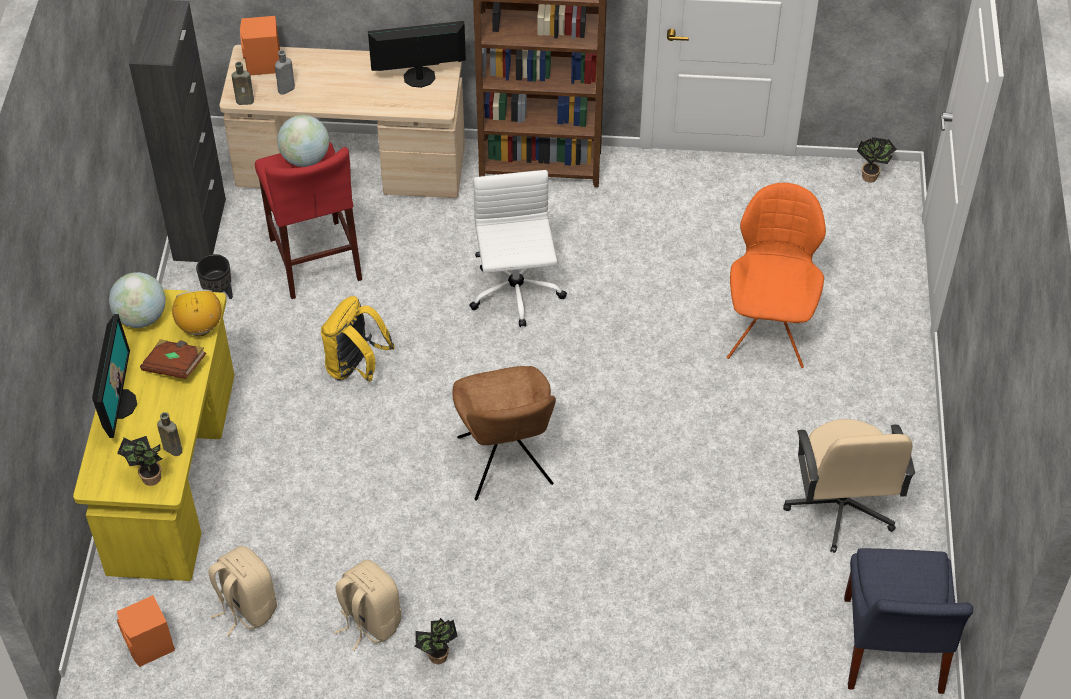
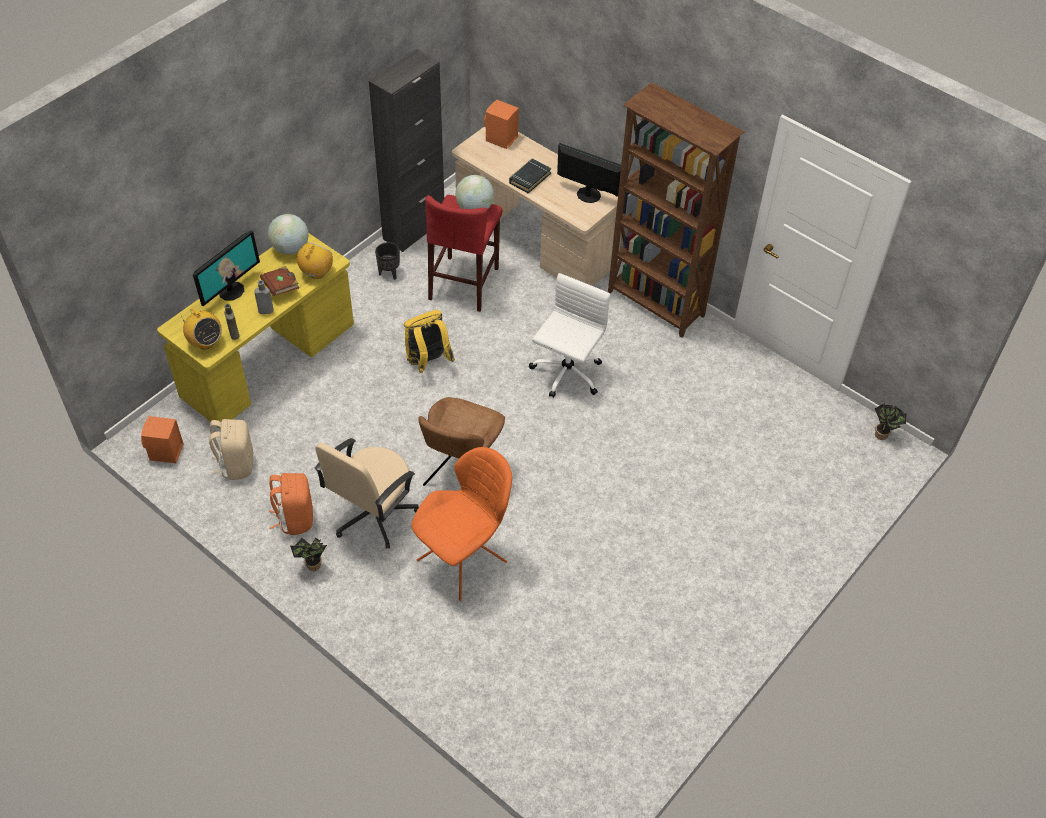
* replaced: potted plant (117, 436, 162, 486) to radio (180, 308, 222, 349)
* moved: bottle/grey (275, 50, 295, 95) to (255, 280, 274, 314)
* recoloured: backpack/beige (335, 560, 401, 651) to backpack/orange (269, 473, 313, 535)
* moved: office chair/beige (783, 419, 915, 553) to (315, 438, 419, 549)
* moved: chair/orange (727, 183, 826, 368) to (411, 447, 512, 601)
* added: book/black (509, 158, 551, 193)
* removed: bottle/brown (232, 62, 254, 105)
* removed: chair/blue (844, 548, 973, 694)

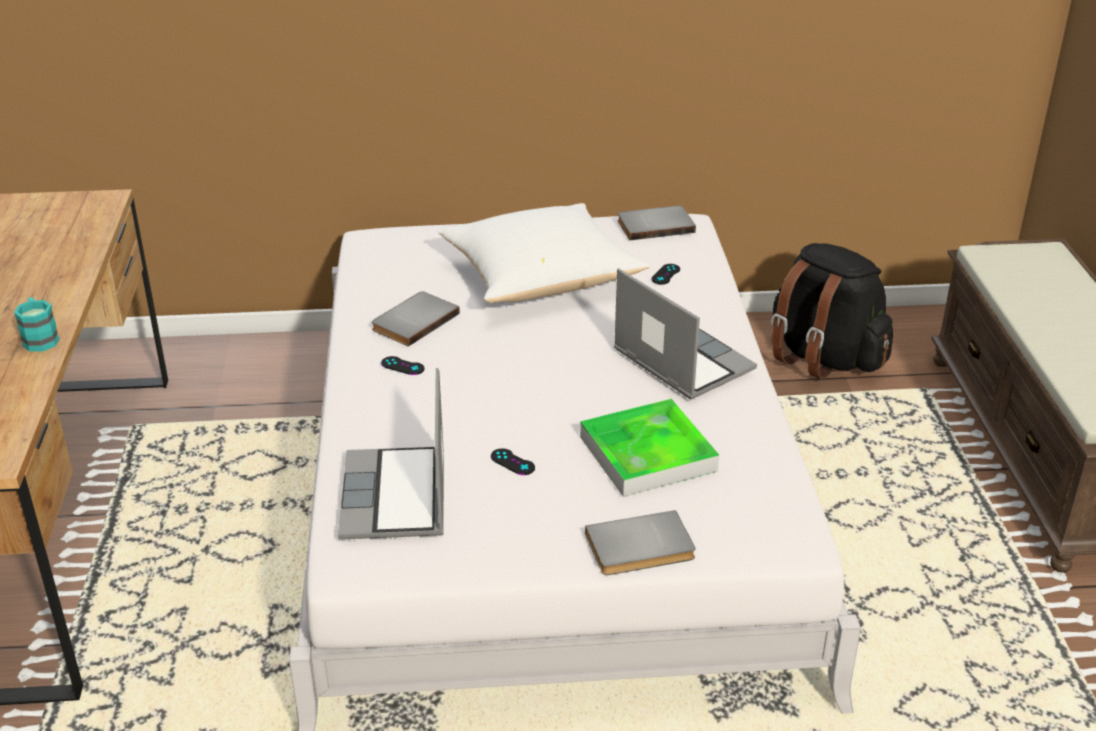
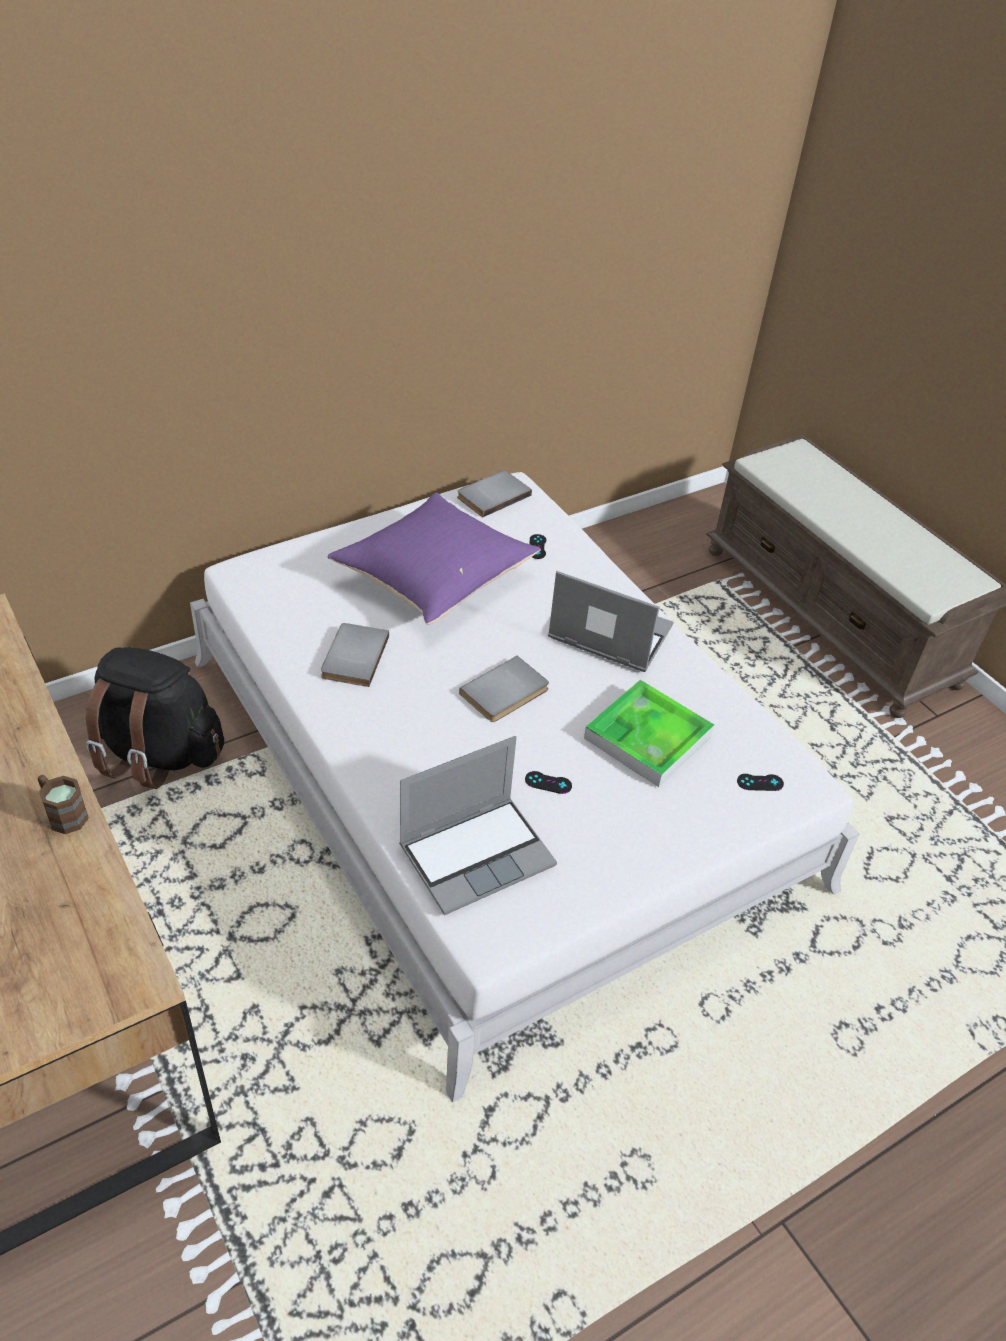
* recoloured: mug/turquoise (14, 297, 60, 352) to mug/brown (38, 775, 89, 834)
* moved: backpack/black (771, 243, 893, 379) to (86, 647, 224, 789)
* recoloured: pillow/white (438, 203, 650, 303) to pillow/purple (328, 493, 541, 625)
* turned: laptop (338, 368, 444, 540) = (399, 736, 557, 915) 90 degrees counterclockwise
* moved: book/grey (585, 510, 695, 575) to (459, 656, 549, 722)
* moved: game controller/black (381, 356, 425, 375) to (737, 774, 784, 791)

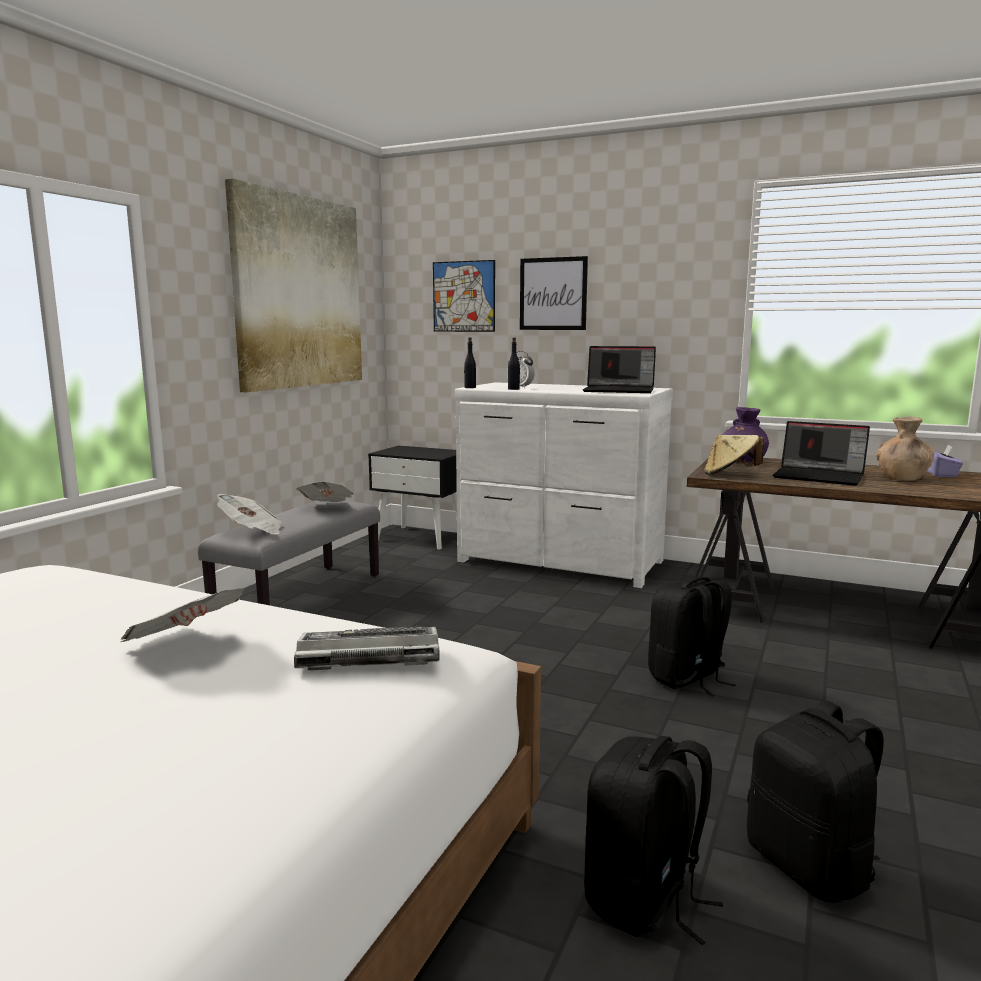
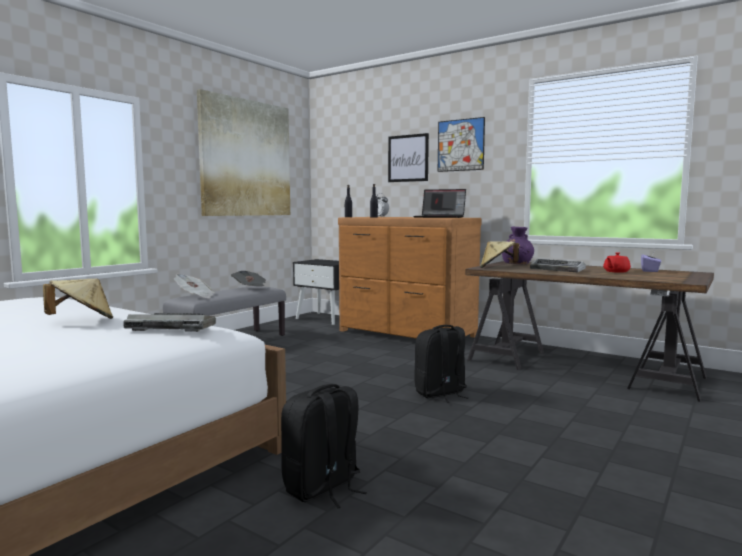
* replaced: newspaper (121, 588, 245, 642) to hat/beige (43, 279, 113, 319)
* recoloured: dresser/white (455, 382, 673, 588) to dresser/brown (338, 217, 482, 338)
* moved: picture (433, 260, 495, 332) to (438, 117, 485, 172)
* replaced: laptop (773, 421, 870, 486) to keyboard (530, 259, 586, 273)
* replaced: vase/brown (876, 416, 934, 481) to teapot/red (603, 252, 631, 273)
* removed: backpack/black (747, 700, 884, 902)

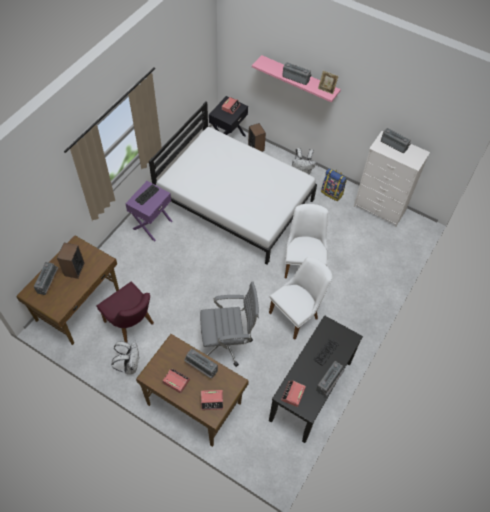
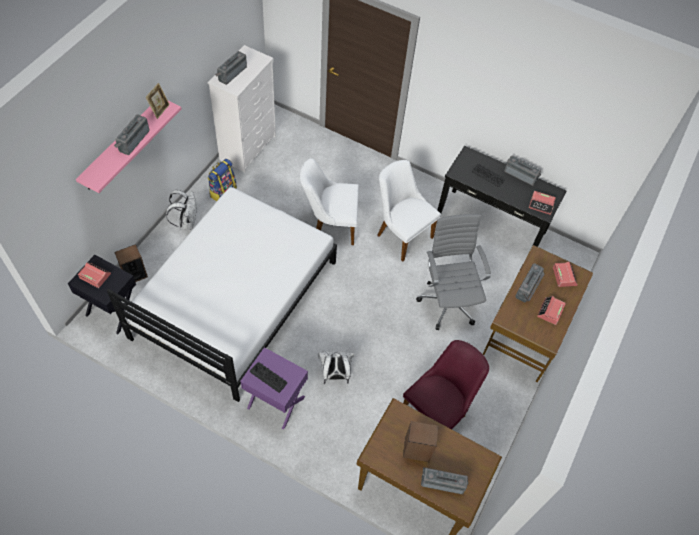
* moved: backpack/white (111, 341, 140, 374) to (318, 351, 354, 384)

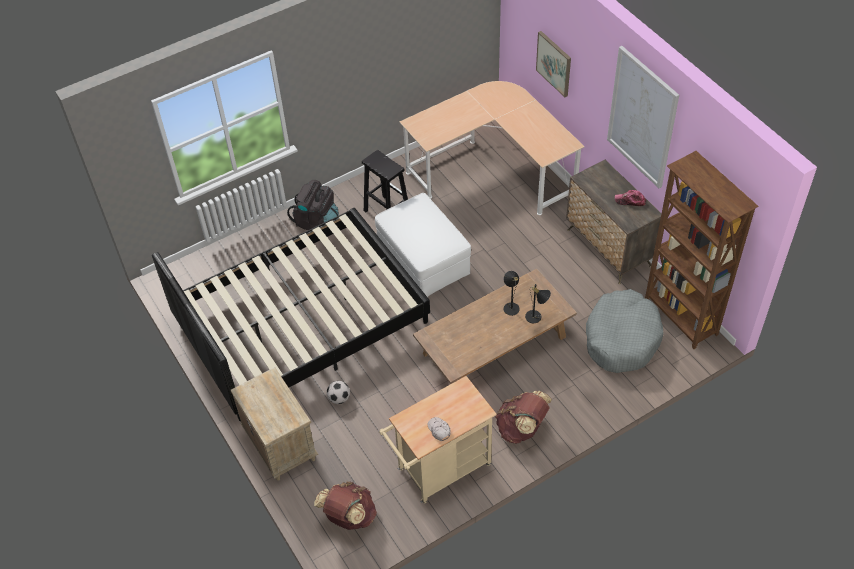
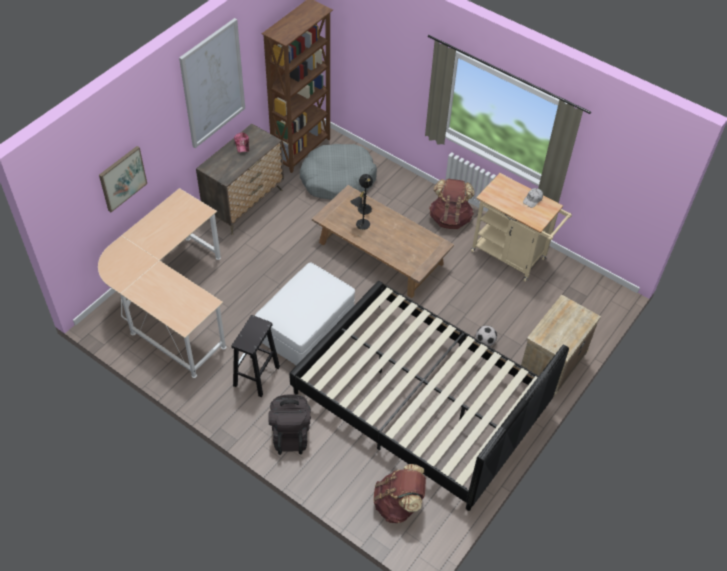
* moved: backpack/brown (314, 481, 377, 530) to (373, 464, 426, 523)

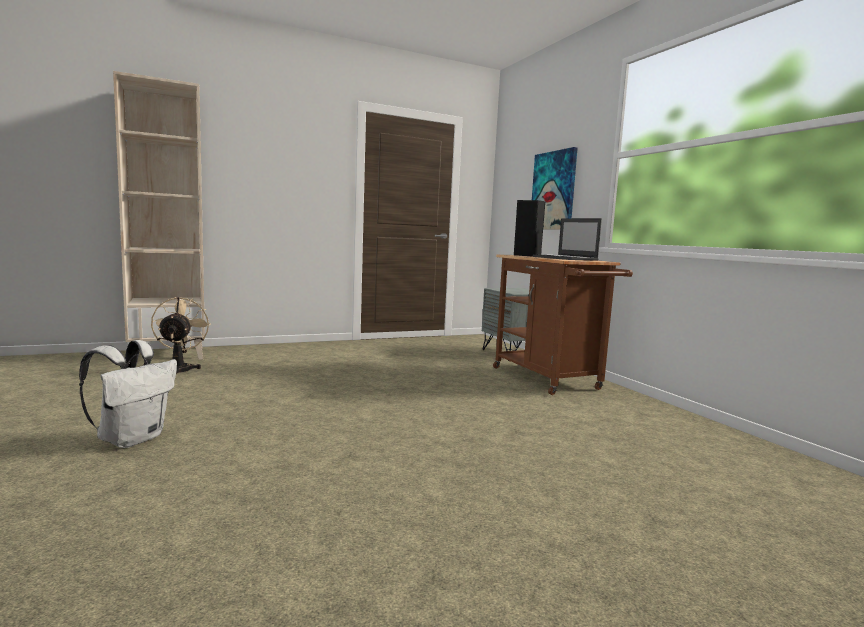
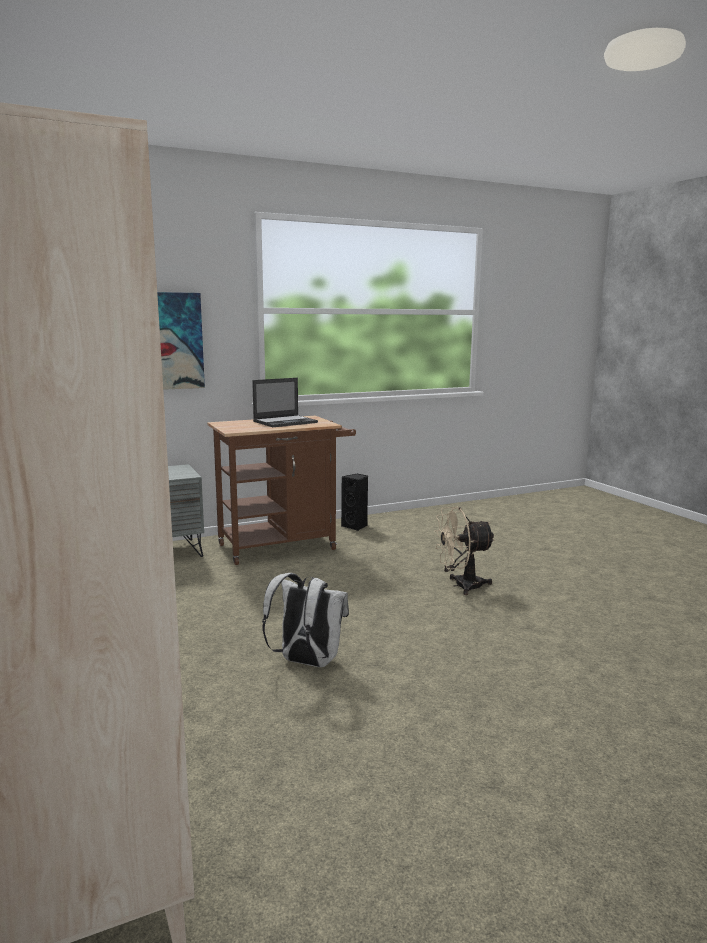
* moved: backpack/white (79, 340, 177, 448) to (262, 573, 349, 667)
* moved: speaker/black (514, 200, 545, 256) to (341, 474, 368, 531)
* moved: fan/beige (151, 297, 210, 374) to (434, 506, 495, 595)

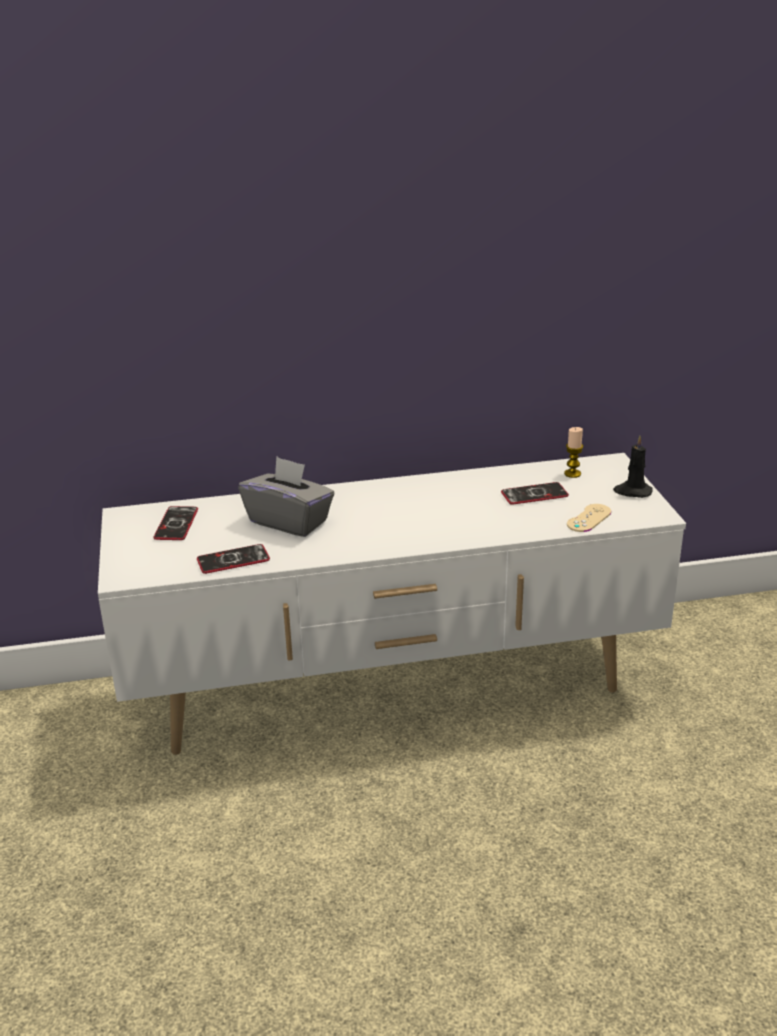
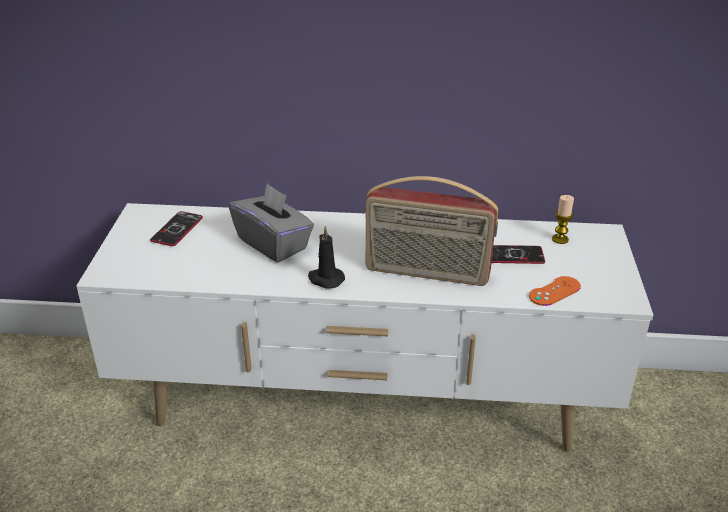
* moved: candle/black (613, 436, 653, 498) to (308, 226, 345, 289)
* added: radio (365, 176, 498, 286)
* recoloured: game controller/beige (567, 504, 611, 532) to game controller/orange (529, 276, 581, 306)
* removed: phone (197, 544, 270, 574)

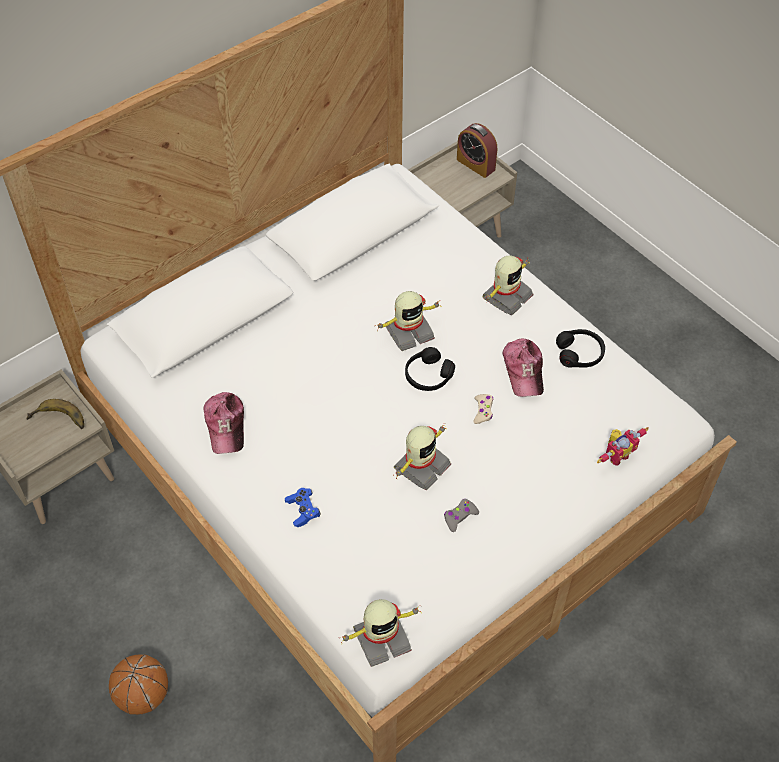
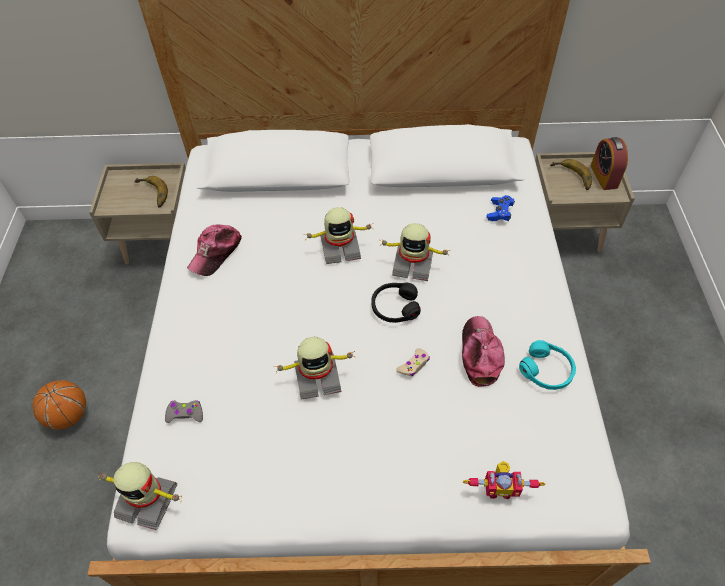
* moved: game controller/grey (444, 499, 479, 532) to (165, 400, 203, 423)
* moved: toy robot (482, 255, 534, 315) to (305, 207, 374, 264)
* turned: cap (503, 339, 544, 397) = (462, 316, 505, 387) 150 degrees clockwise
* moved: game controller/blue (285, 488, 321, 527) to (486, 195, 515, 221)
* recoloured: headphones/black (556, 329, 605, 368) to headphones/turquoise (519, 340, 576, 390)
* added: banana (550, 159, 592, 190)

